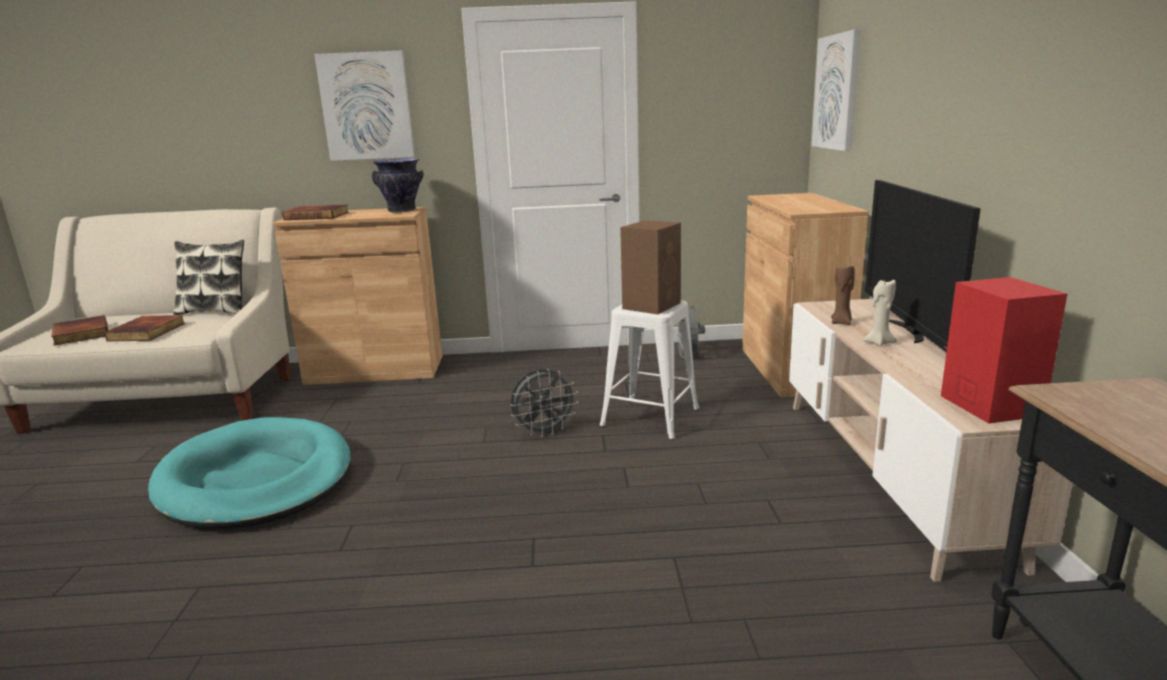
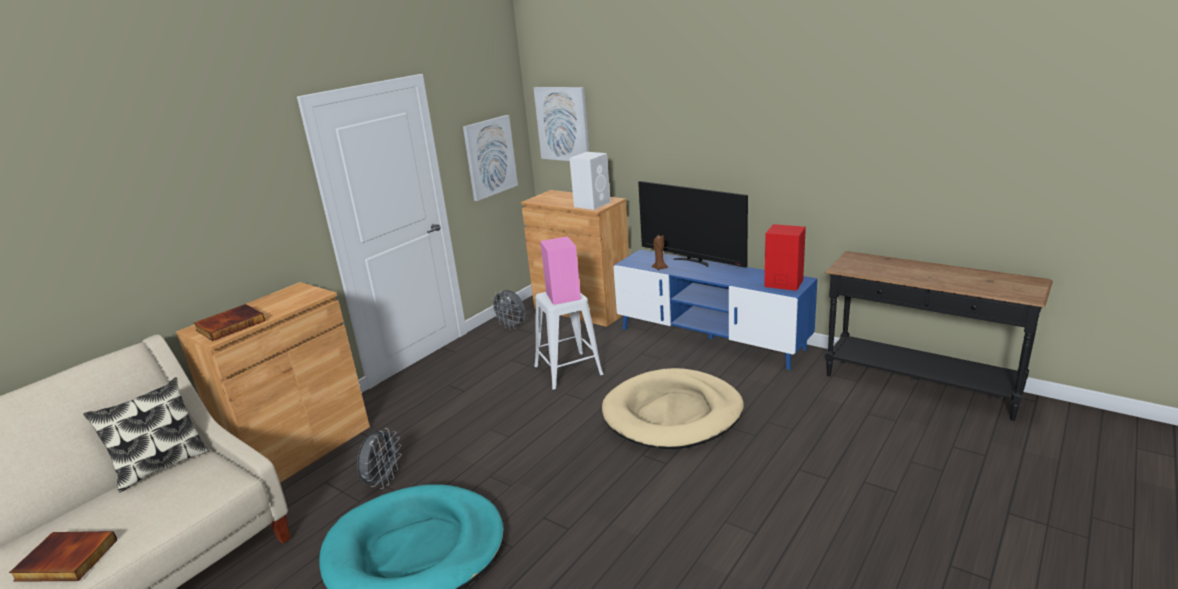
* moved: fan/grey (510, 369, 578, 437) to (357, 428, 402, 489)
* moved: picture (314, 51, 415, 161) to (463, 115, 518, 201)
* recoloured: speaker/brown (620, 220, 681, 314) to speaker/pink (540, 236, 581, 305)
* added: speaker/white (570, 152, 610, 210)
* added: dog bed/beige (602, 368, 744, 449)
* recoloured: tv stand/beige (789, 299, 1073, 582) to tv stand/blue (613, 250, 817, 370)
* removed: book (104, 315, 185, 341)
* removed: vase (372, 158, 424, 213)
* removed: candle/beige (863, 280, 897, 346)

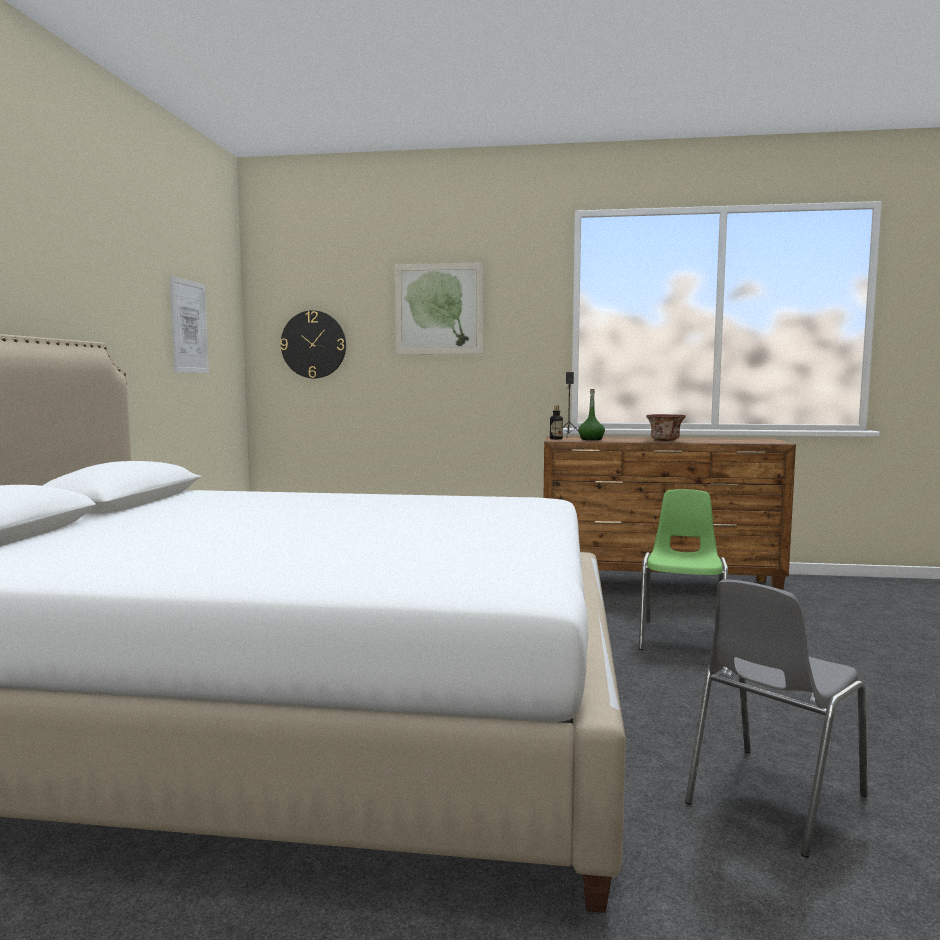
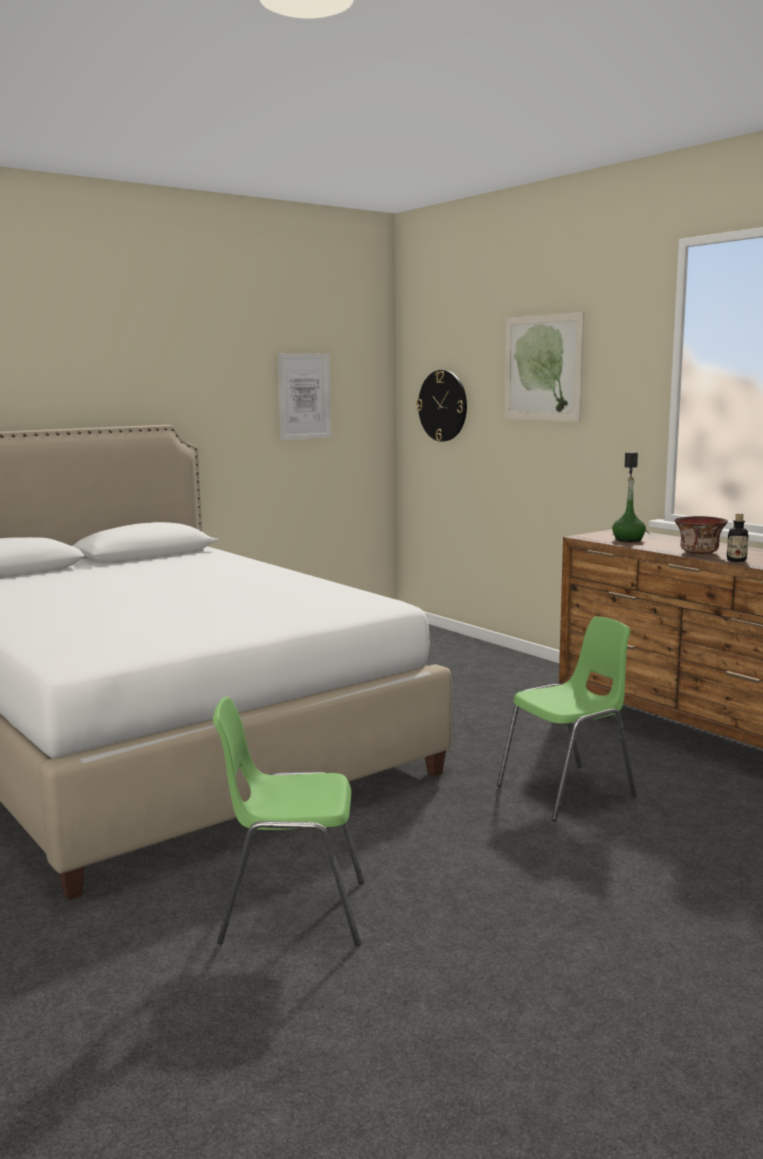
* recoloured: chair/grey (685, 579, 868, 858) to chair/green (213, 696, 364, 946)
* moved: bottle (550, 406, 563, 439) to (727, 513, 748, 562)

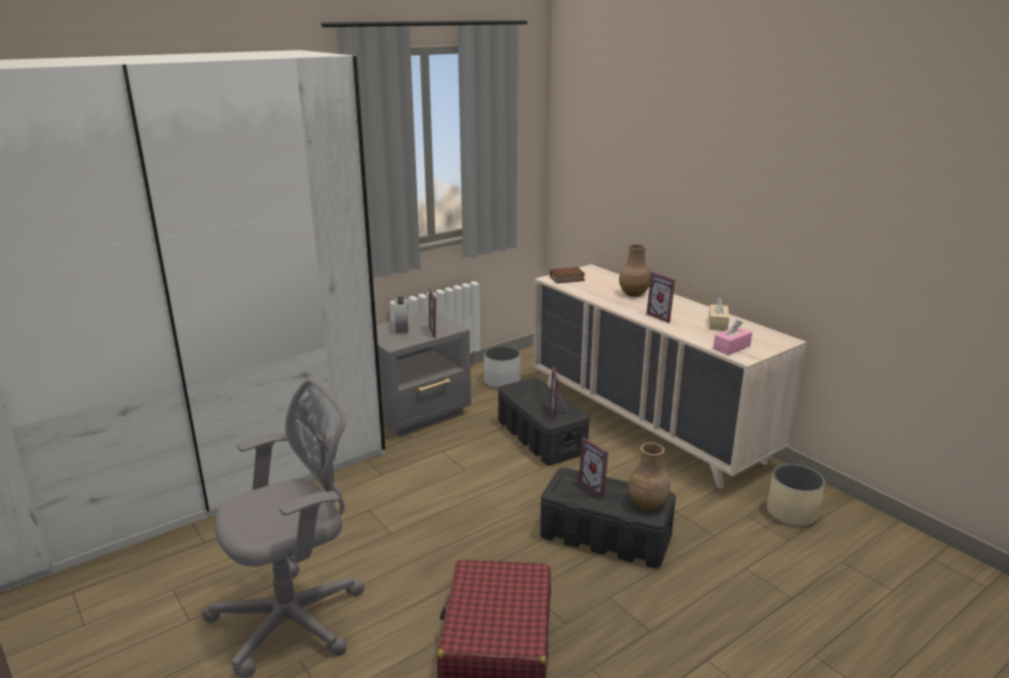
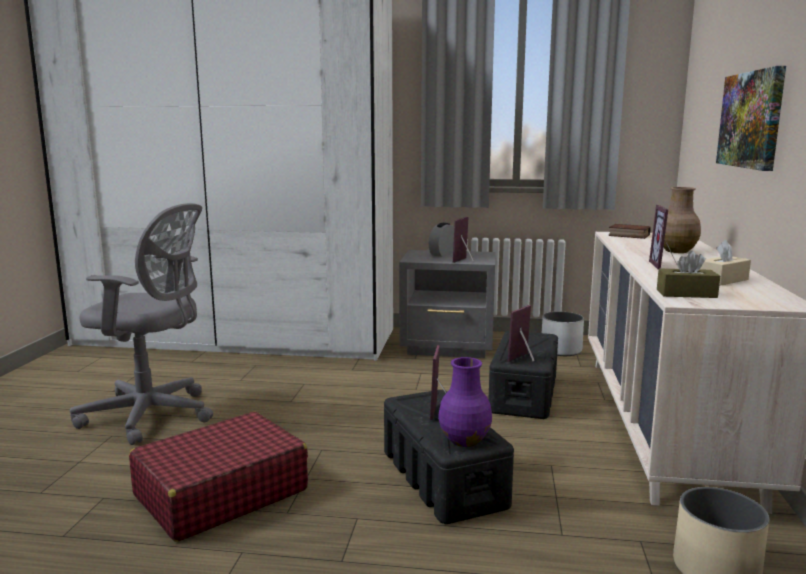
* recoloured: vase/brown (628, 442, 670, 510) to vase/purple (438, 357, 492, 447)
* recoloured: tissue box/pink (713, 320, 752, 355) to tissue box/brown (657, 251, 720, 298)
* added: picture (716, 66, 786, 171)

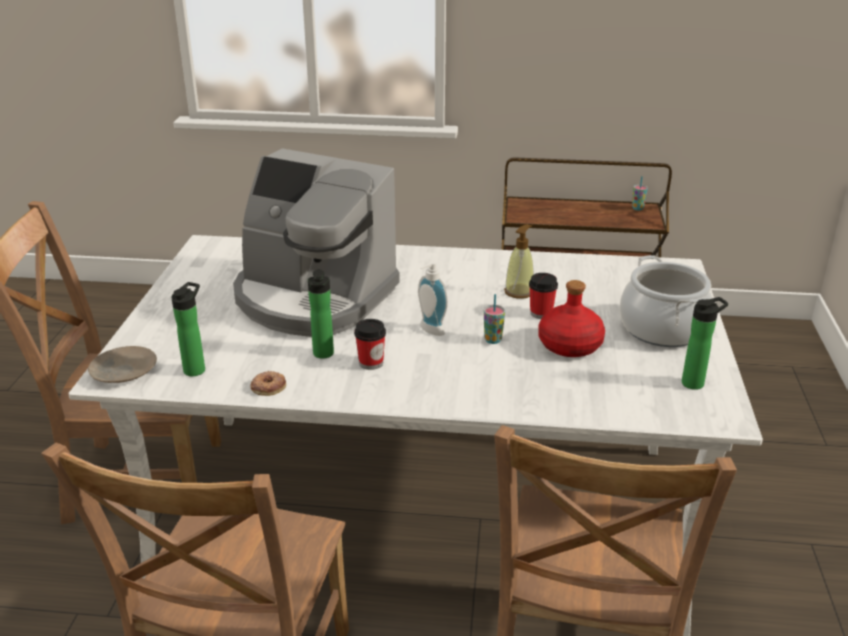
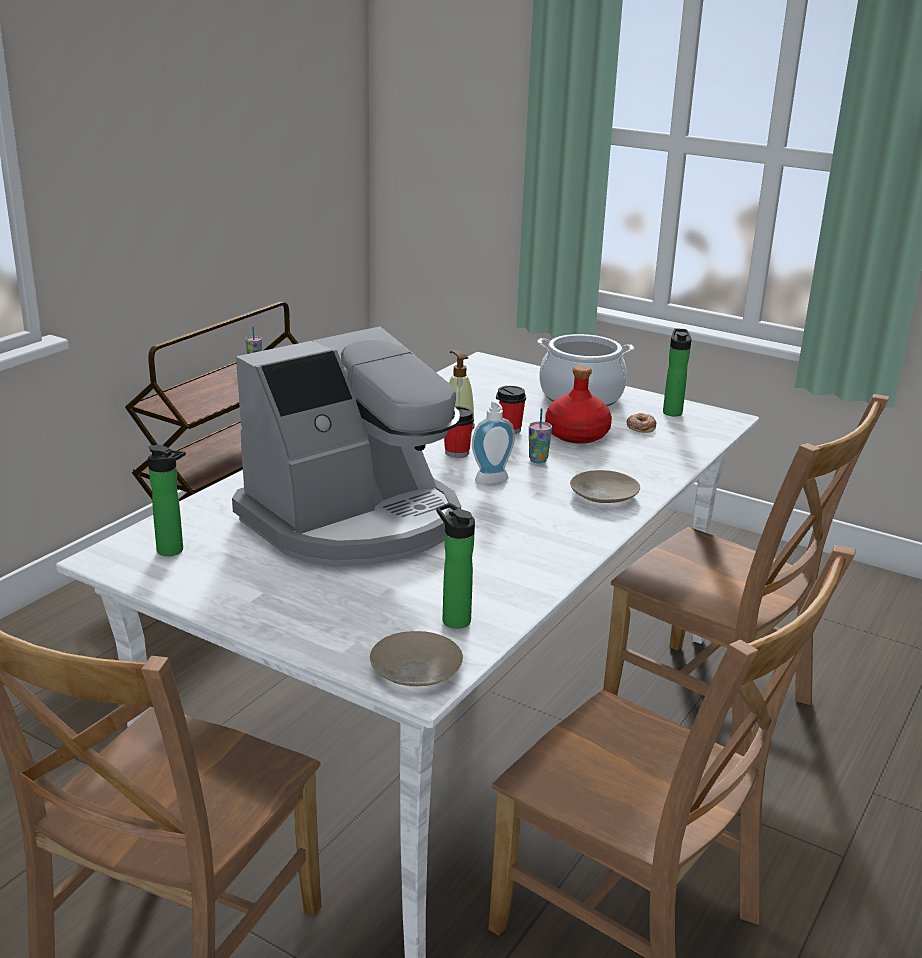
* moved: bottle (308, 269, 334, 359) to (148, 445, 186, 556)
* moved: cup (354, 319, 386, 370) to (444, 406, 474, 458)
* added: plate/beige (570, 470, 640, 503)
* moved: donut (250, 371, 286, 396) to (627, 413, 656, 433)

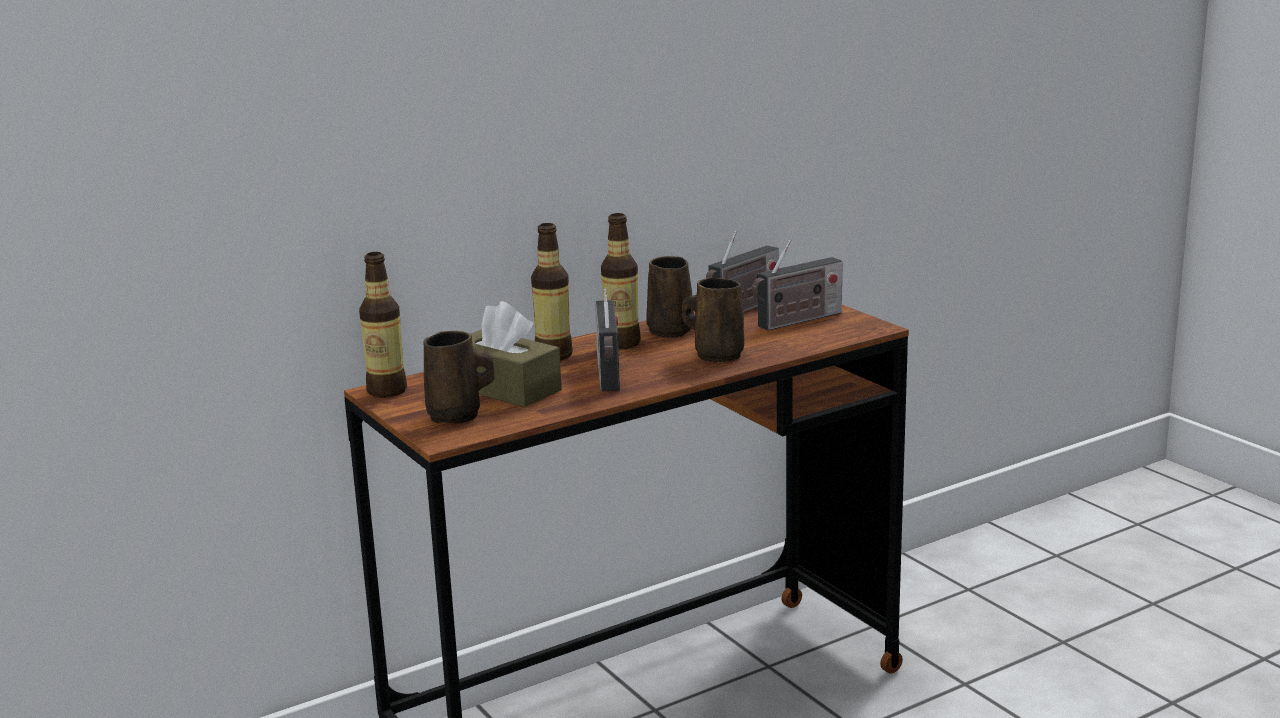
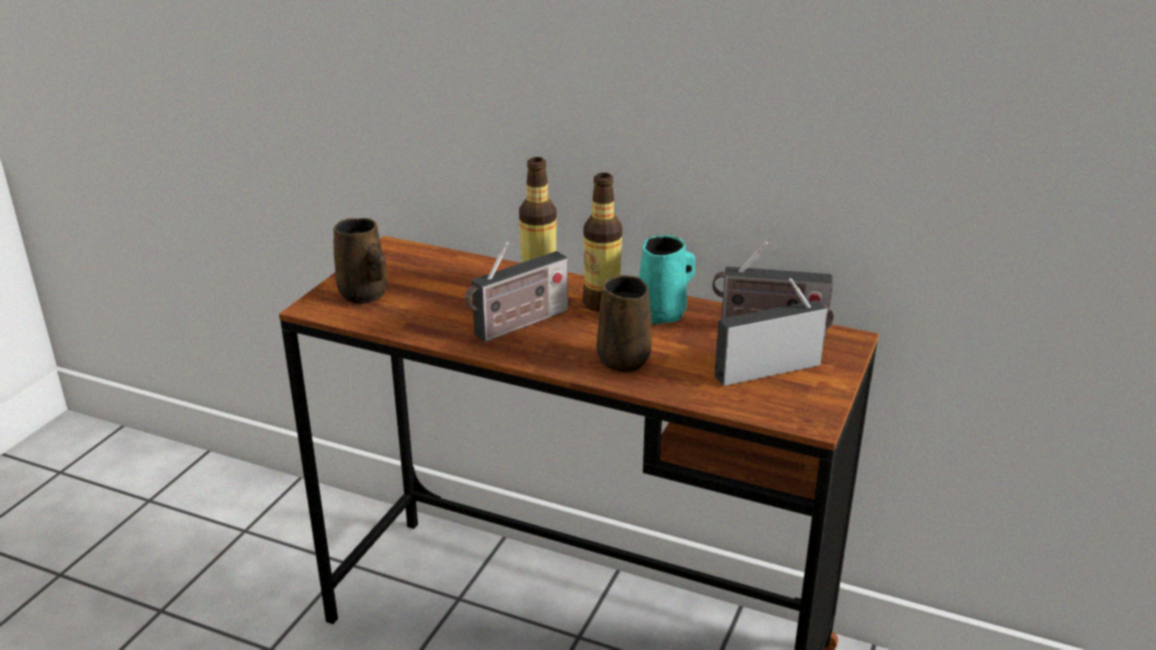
* recoloured: mug/brown (646, 256, 694, 338) to mug/turquoise (639, 235, 695, 324)
* turned: radio (752, 239, 843, 331) = (714, 278, 834, 386) 135 degrees clockwise
* removed: bottle (359, 252, 407, 398)
* removed: tissue box/brown (471, 301, 562, 407)

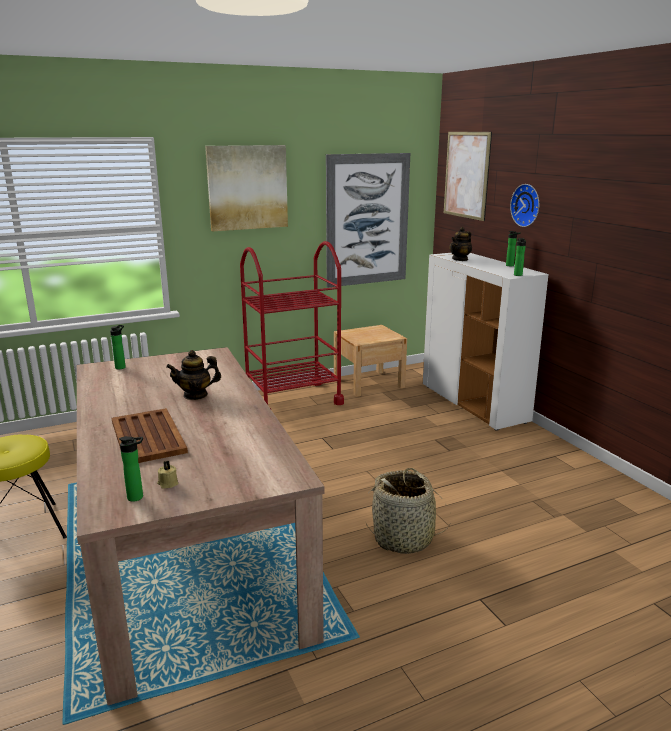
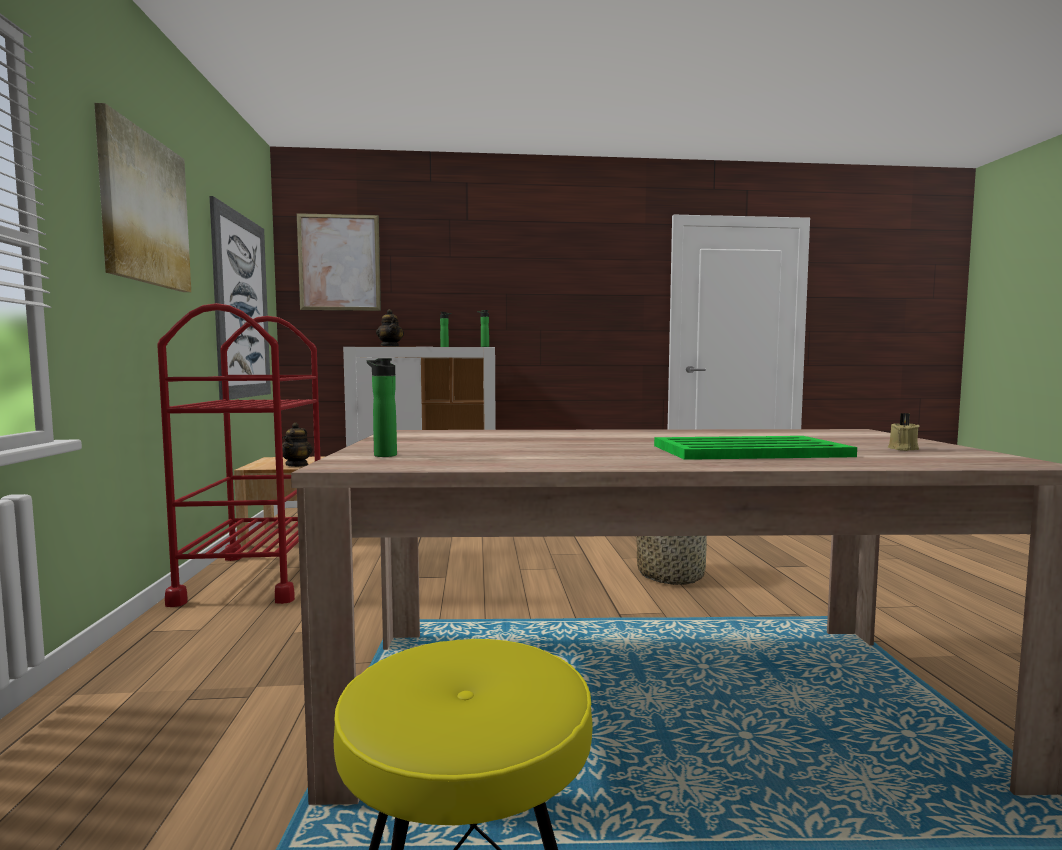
* moved: teapot (166, 350, 221, 400) to (282, 422, 313, 467)
* recoloured: tray/brown (112, 408, 188, 463) to tray/green (654, 436, 857, 460)
* removed: bottle (119, 436, 143, 502)
* removed: wall clock (510, 184, 539, 227)

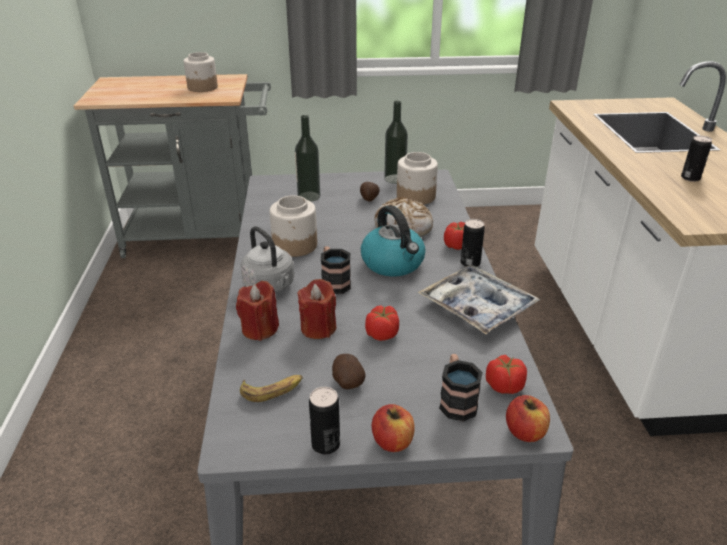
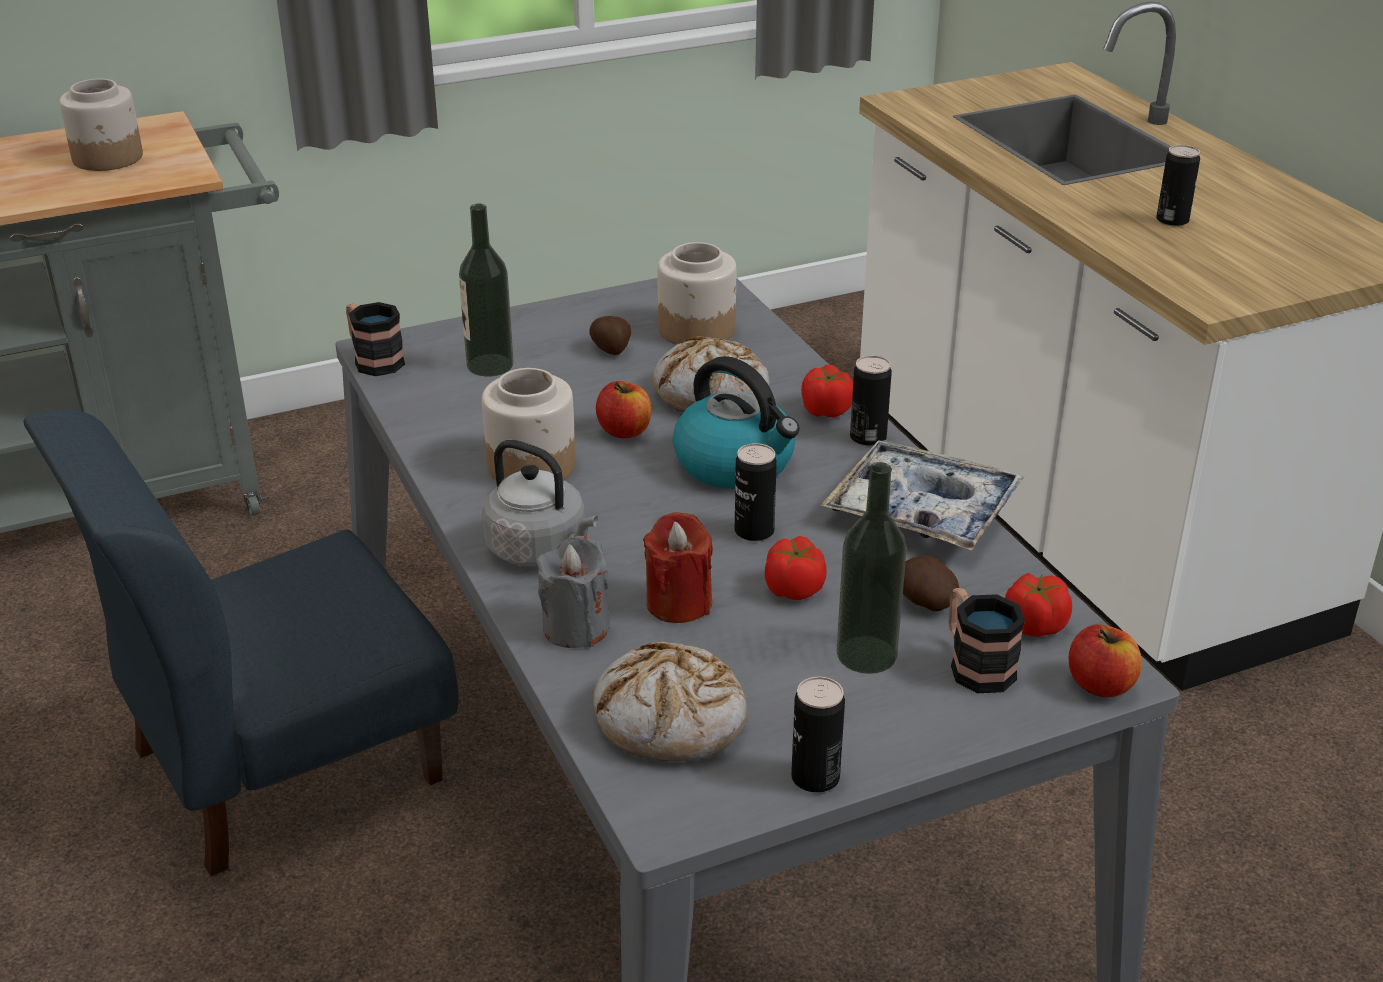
* added: chair/blue (23, 410, 458, 876)
* moved: mug (321, 246, 351, 294) to (346, 302, 405, 376)
* recoloured: candle/red (236, 281, 279, 341) to candle/grey (537, 536, 610, 648)
* replaced: banana (240, 375, 303, 402) to bread (593, 641, 747, 762)
* moved: apple (372, 404, 415, 452) to (596, 381, 651, 438)
* added: can (735, 443, 777, 541)
* moved: bottle (384, 101, 408, 184) to (836, 462, 907, 674)
* moved: potato (332, 354, 366, 389) to (903, 555, 959, 612)

